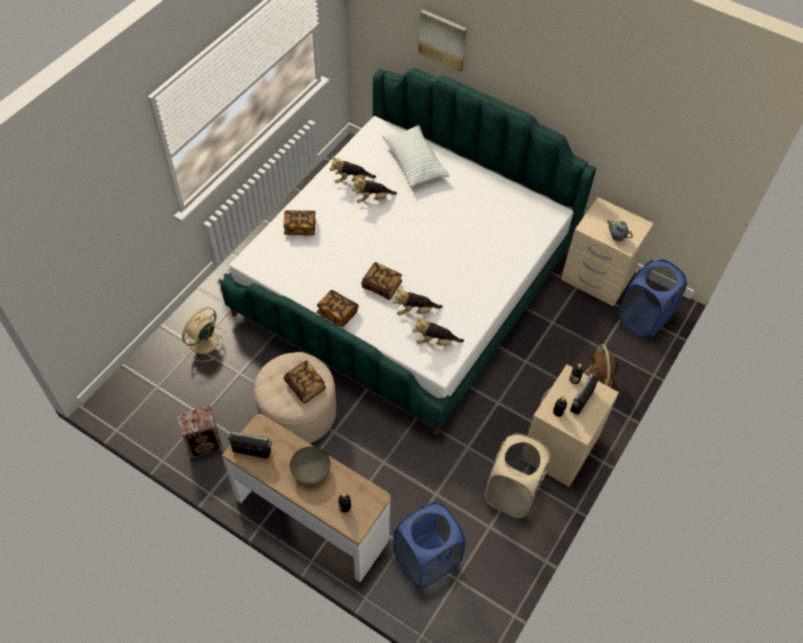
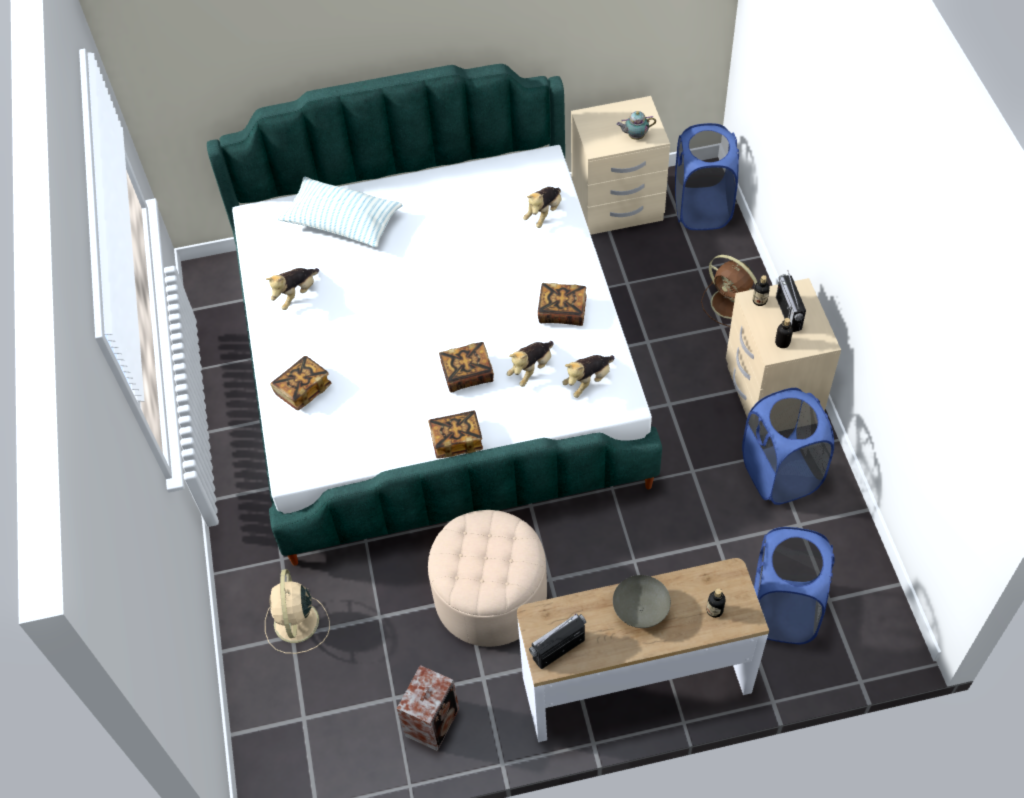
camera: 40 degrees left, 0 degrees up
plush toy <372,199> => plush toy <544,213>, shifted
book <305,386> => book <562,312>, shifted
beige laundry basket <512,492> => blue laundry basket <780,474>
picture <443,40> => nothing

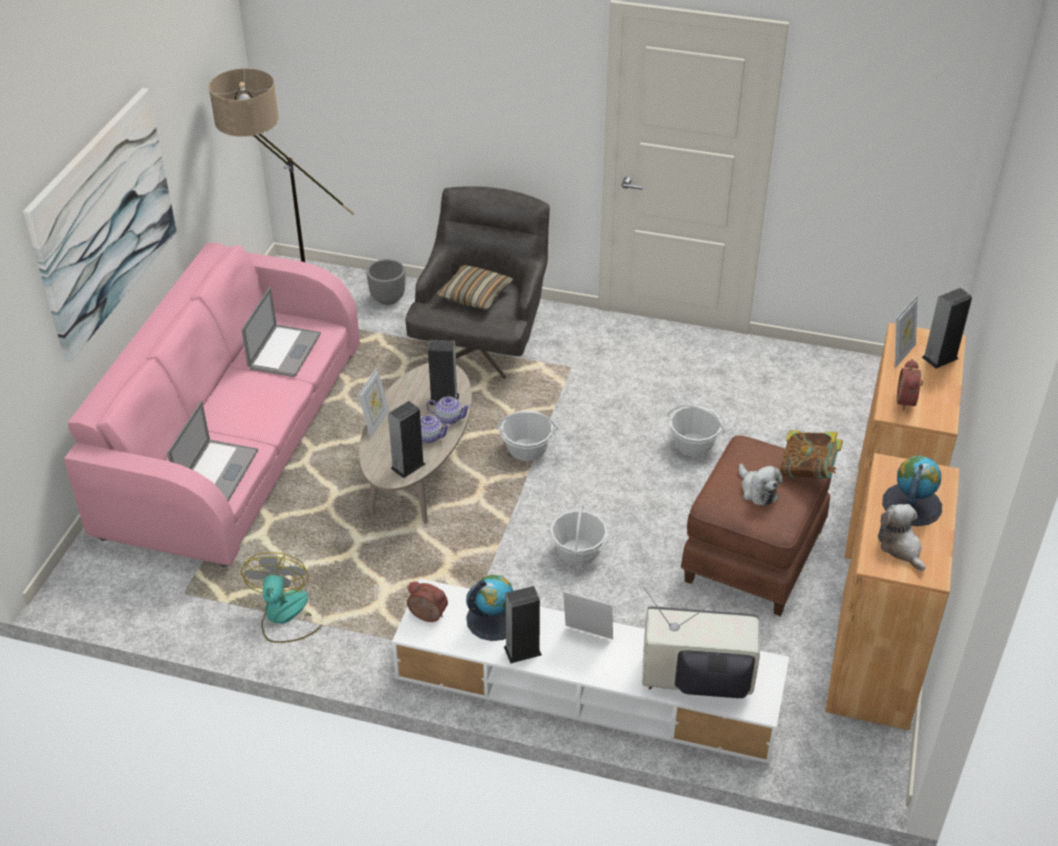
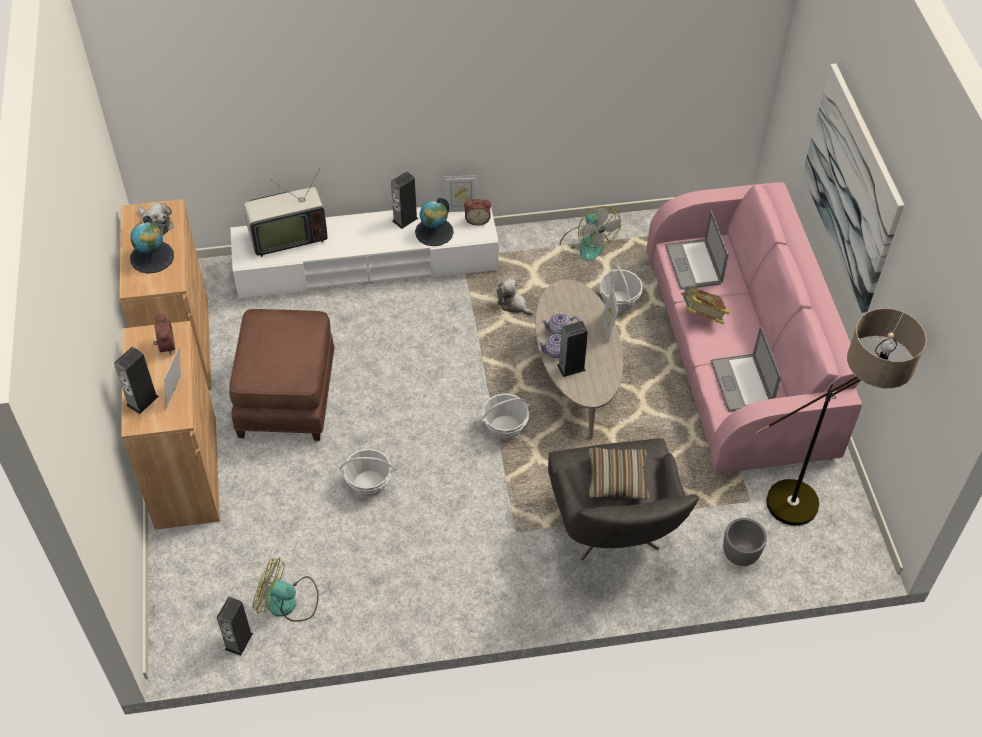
camera: 155 degrees right, 10 degrees up
speaker <408,466> => speaker <239,641>, shifted
nothing => fan <288,602>
picture frame <587,636> => picture frame <461,209>, shifted
plush toy <757,490> => plush toy <513,305>, shifted
basket <578,552> => basket <618,301>, shifted
book <808,471> => book <702,315>, shifted

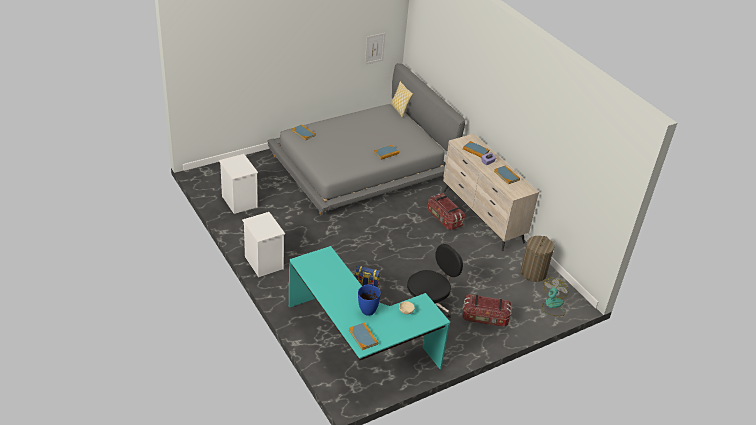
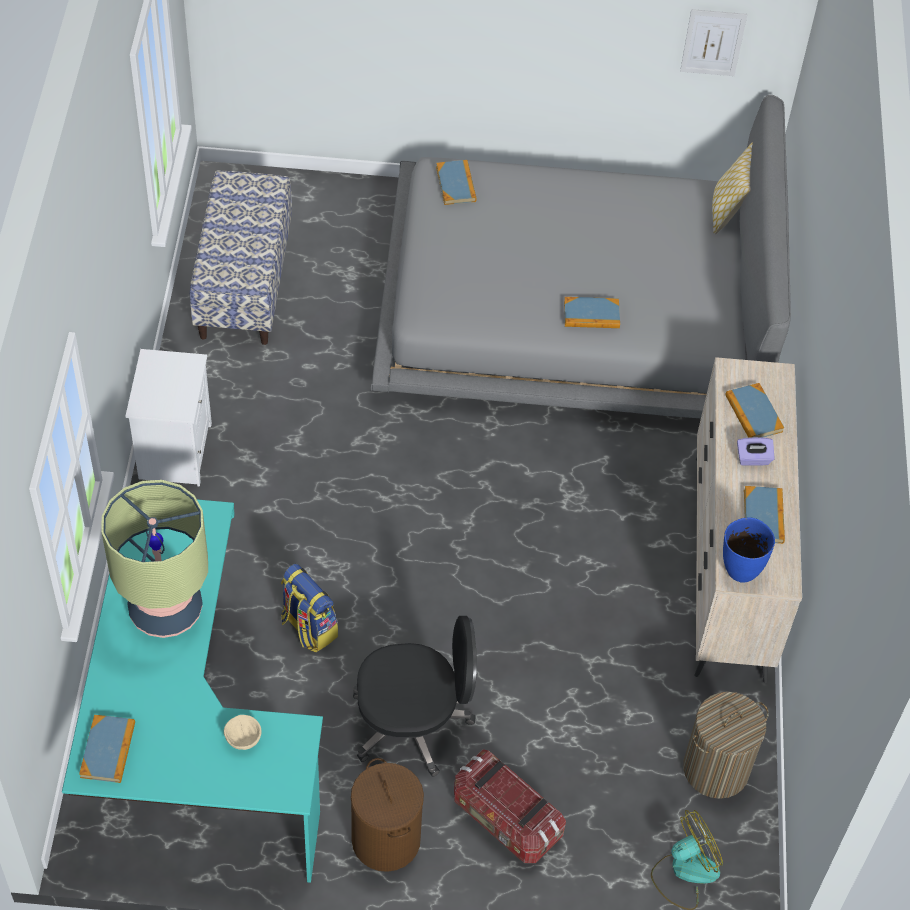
camera: 35 degrees right, 15 degrees up
nothing => table lamp <166,610>
white nightstand <238,201> => bench <244,283>
nothing => brown laundry basket <386,840>
blue vase <367,311> => blue vase <740,570>, shifted
storage box <444,219> => nothing

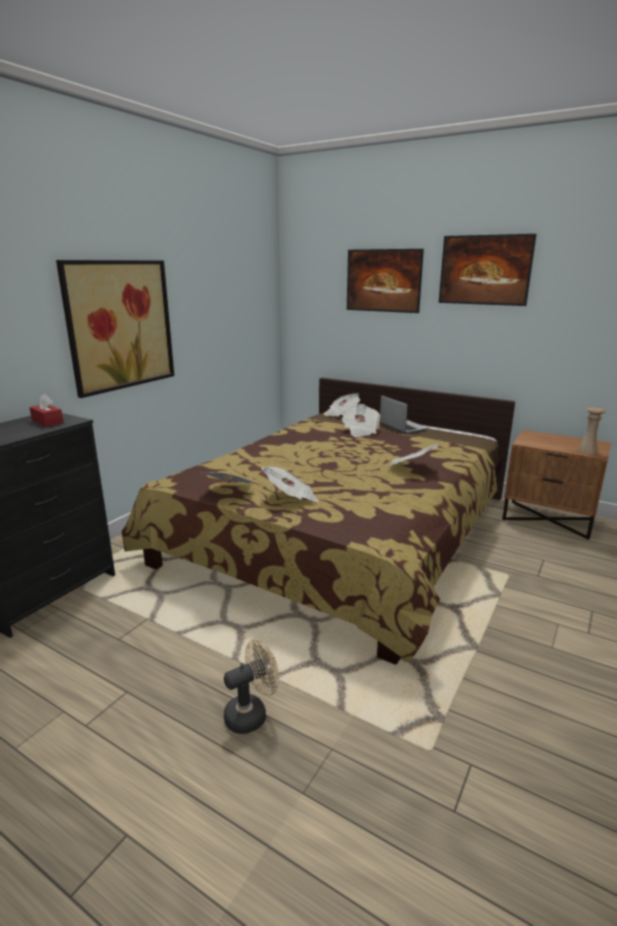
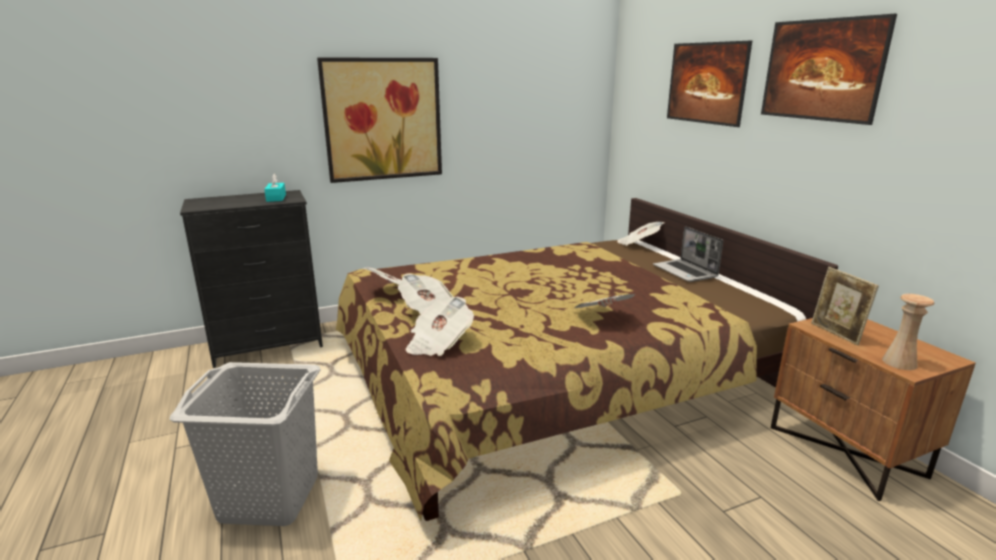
camera: 35 degrees right, 0 degrees up
beige fan <251,714> => grey laundry basket <269,497>
red tissue box <47,422> => turquoise tissue box <276,198>
newspaper <360,431> => newspaper <438,343>, shifted
laptop <402,427> => laptop <685,272>, 150 degrees clockwise
nothing => picture frame <836,334>

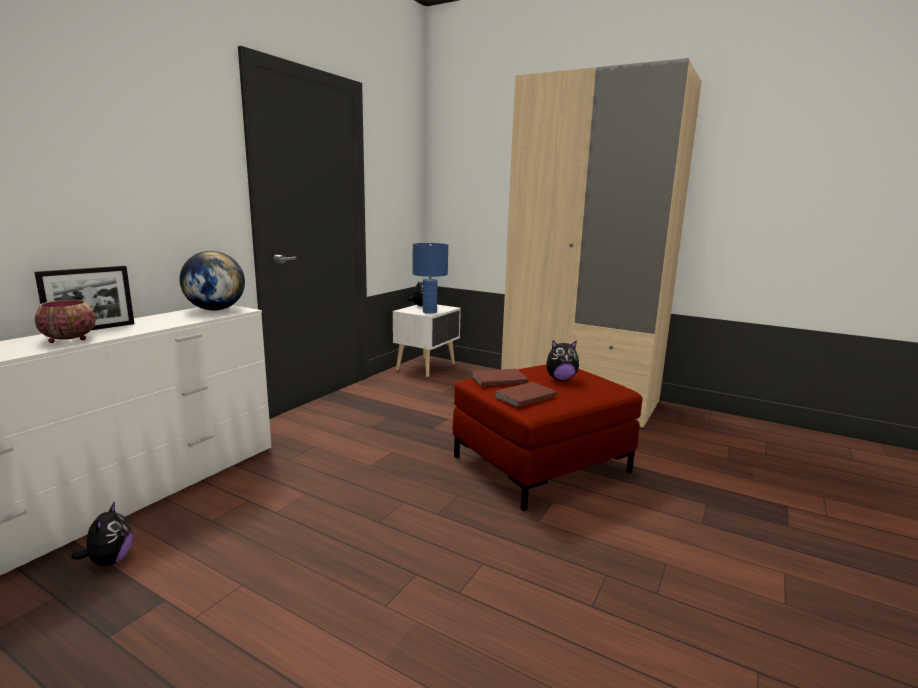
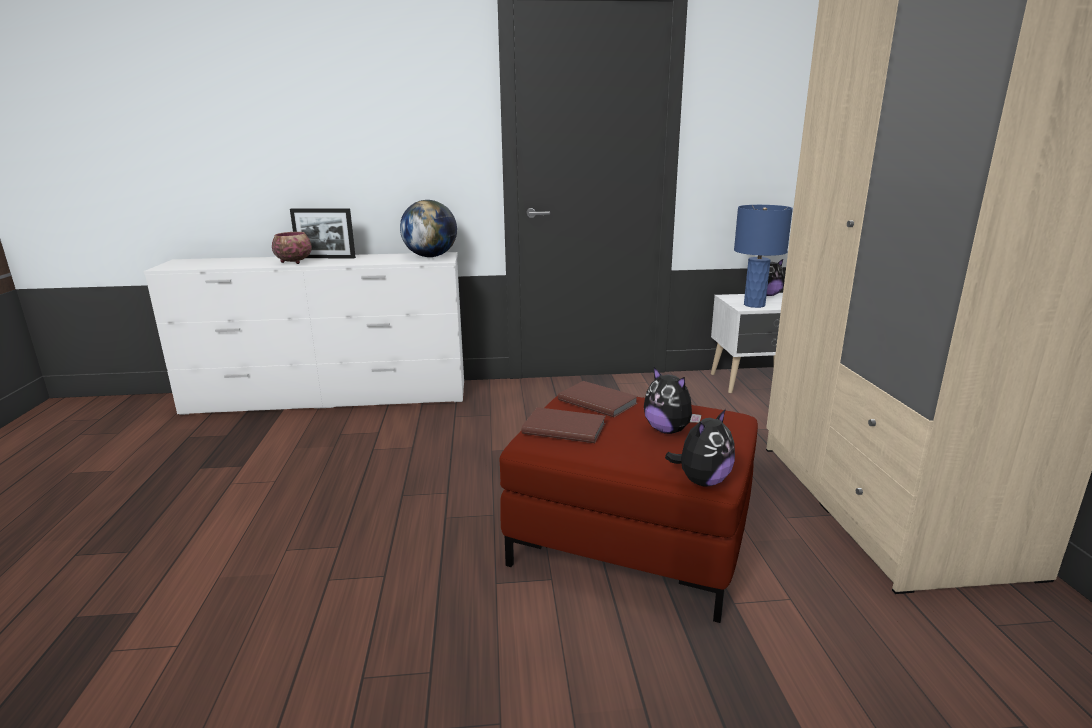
camera: 55 degrees right, 5 degrees up
plush toy <110,561> => plush toy <702,481>, shifted

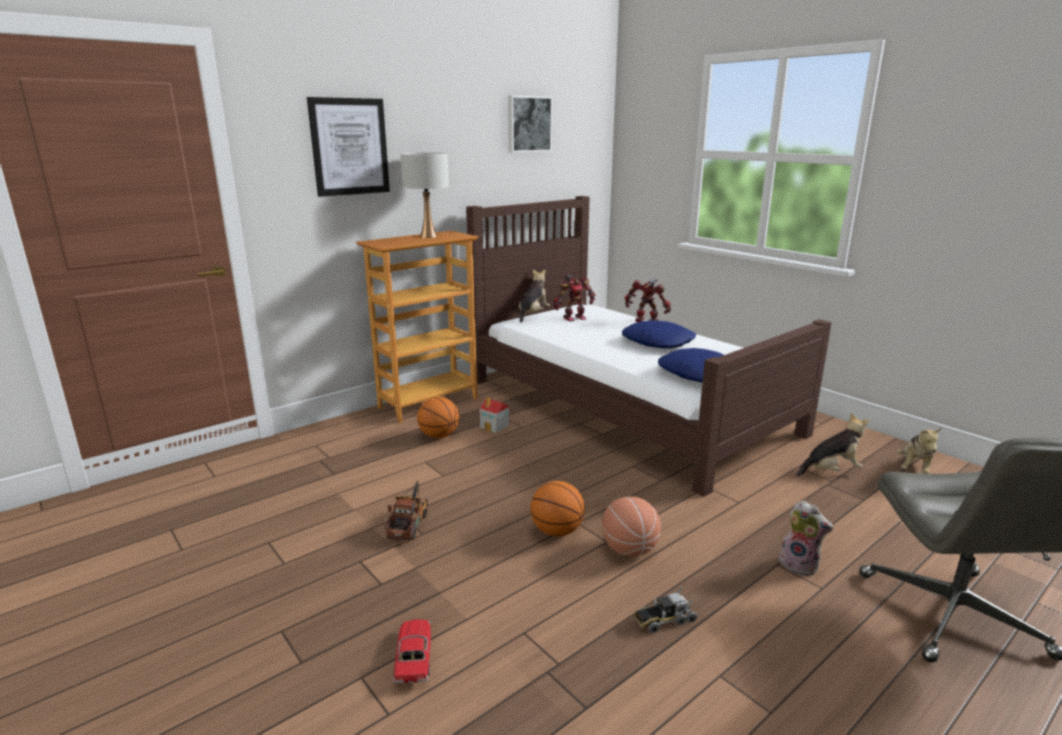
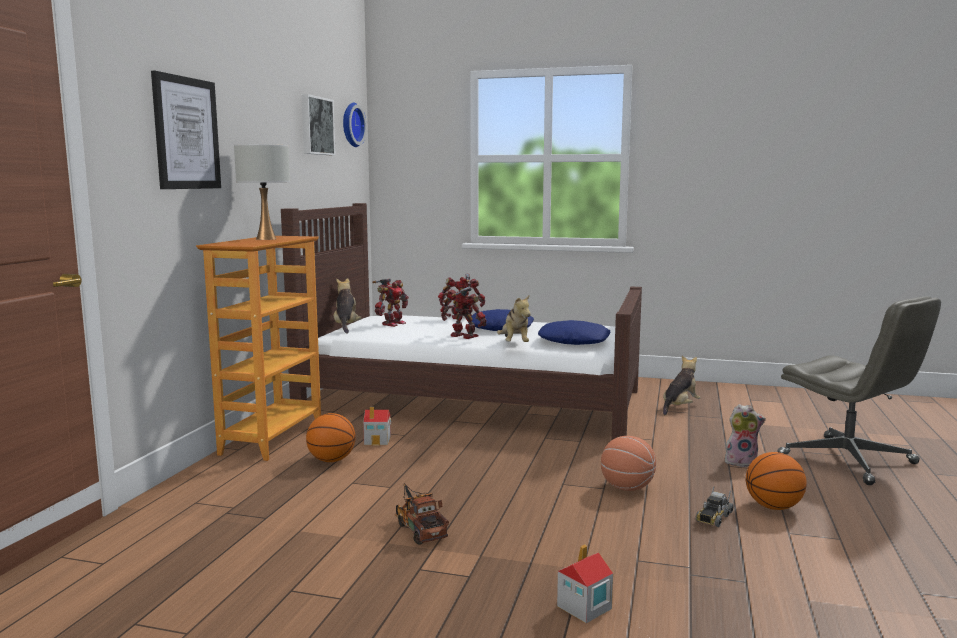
camera: 35 degrees left, 10 degrees down
nothing => wall clock <351,125>
nothing => toy robot <463,336>
plush toy <914,468> => plush toy <514,344>, shifted
toy car <414,657> => toy house <584,607>
basketball <557,531> => basketball <773,507>, shifted

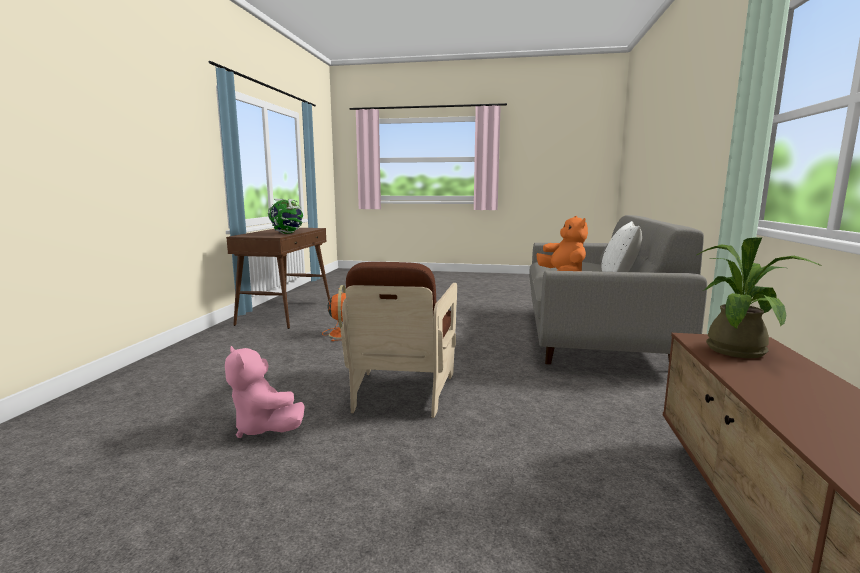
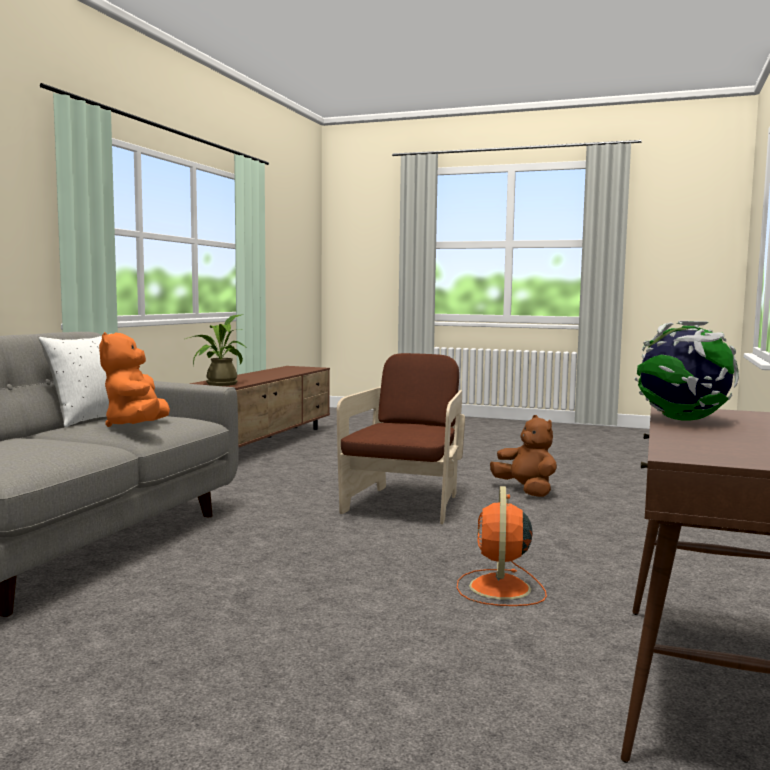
camera: 170 degrees left, 5 degrees down
pink plush toy <264,428> => brown plush toy <526,491>

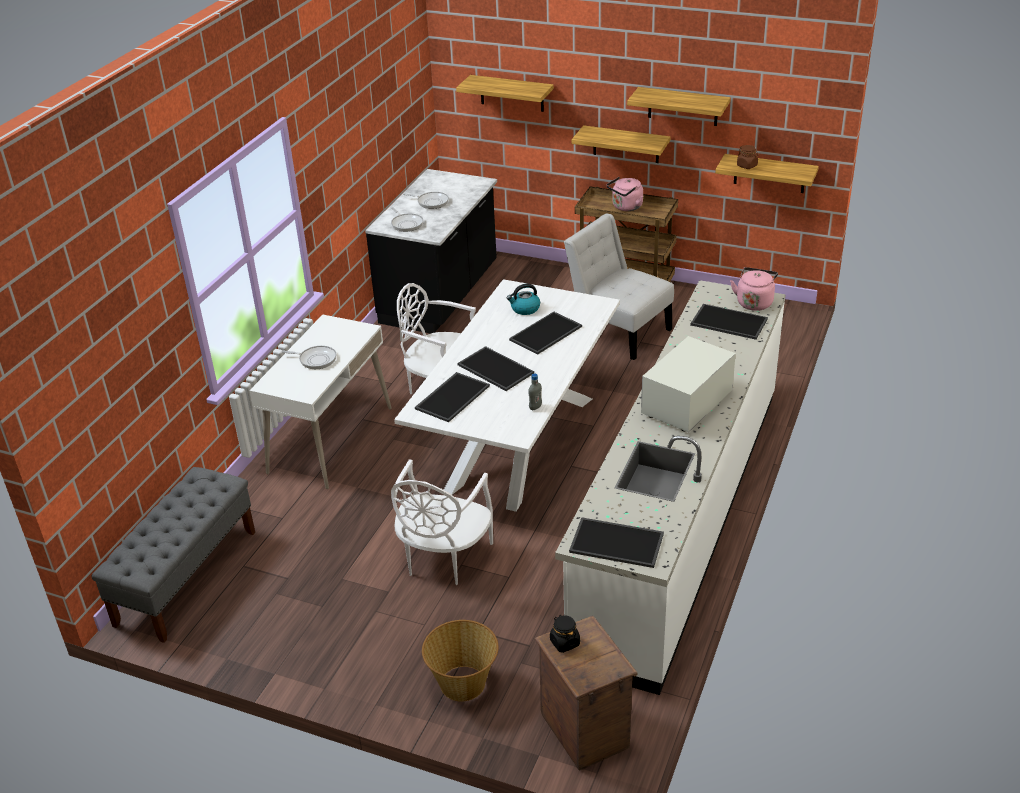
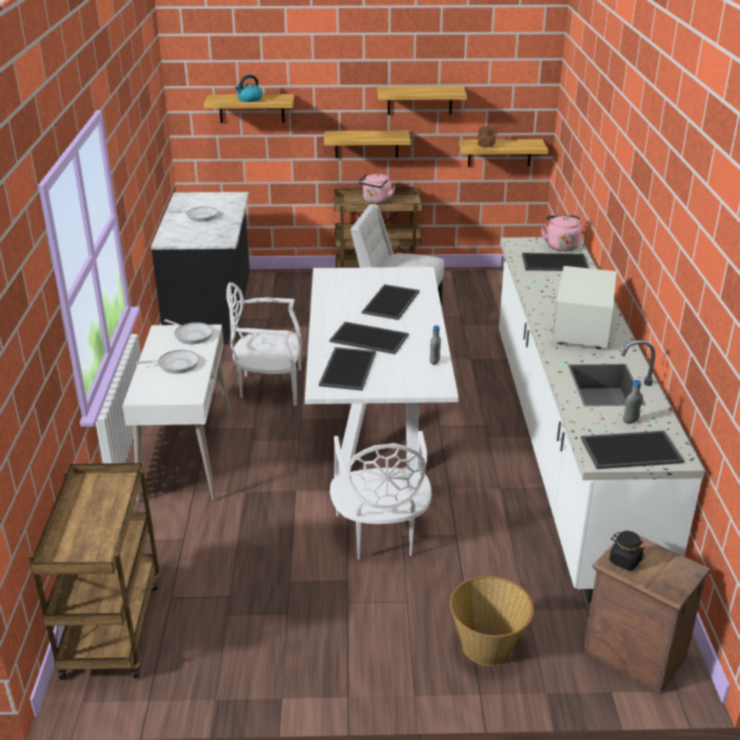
camera: 25 degrees left, 5 degrees down
grey bench <187,577> => brown cart <111,626>
frying pan <406,224> => frying pan <192,335>, shifted
kettle <525,309> => kettle <249,99>, shifted
nothing => grey bottle <630,421>

